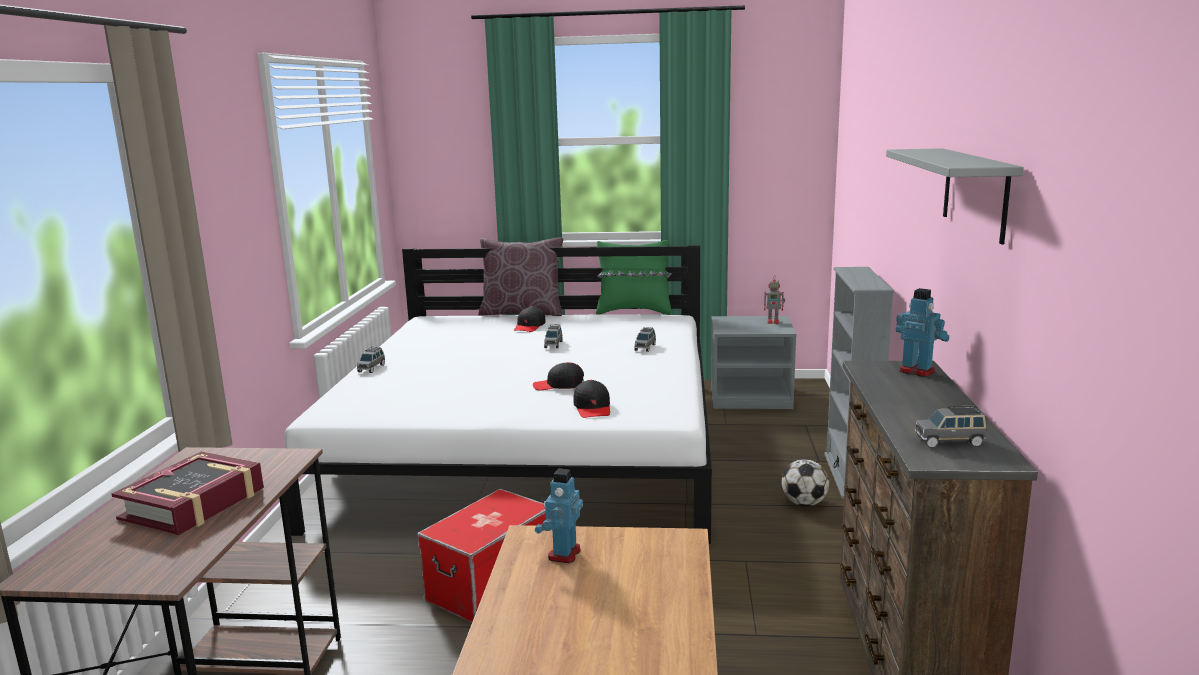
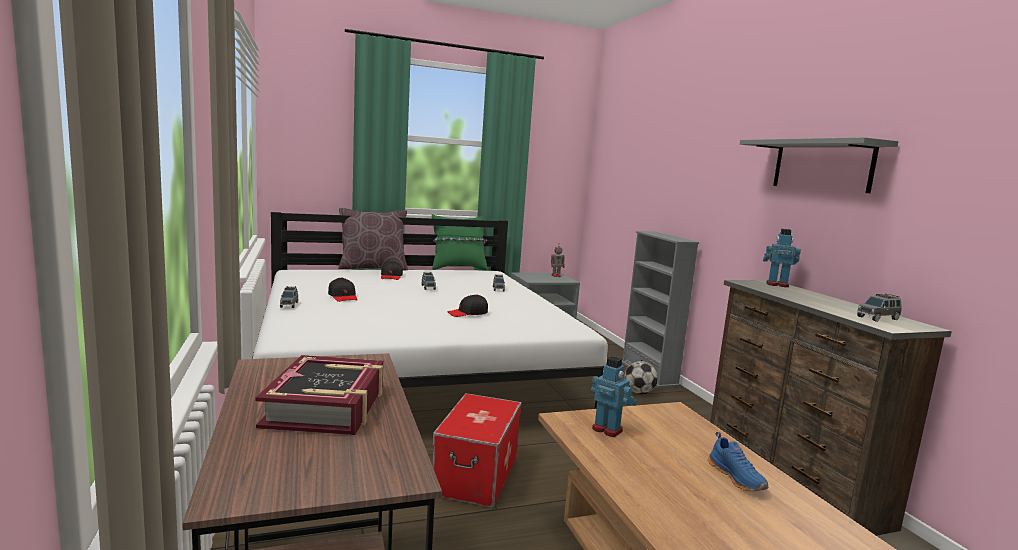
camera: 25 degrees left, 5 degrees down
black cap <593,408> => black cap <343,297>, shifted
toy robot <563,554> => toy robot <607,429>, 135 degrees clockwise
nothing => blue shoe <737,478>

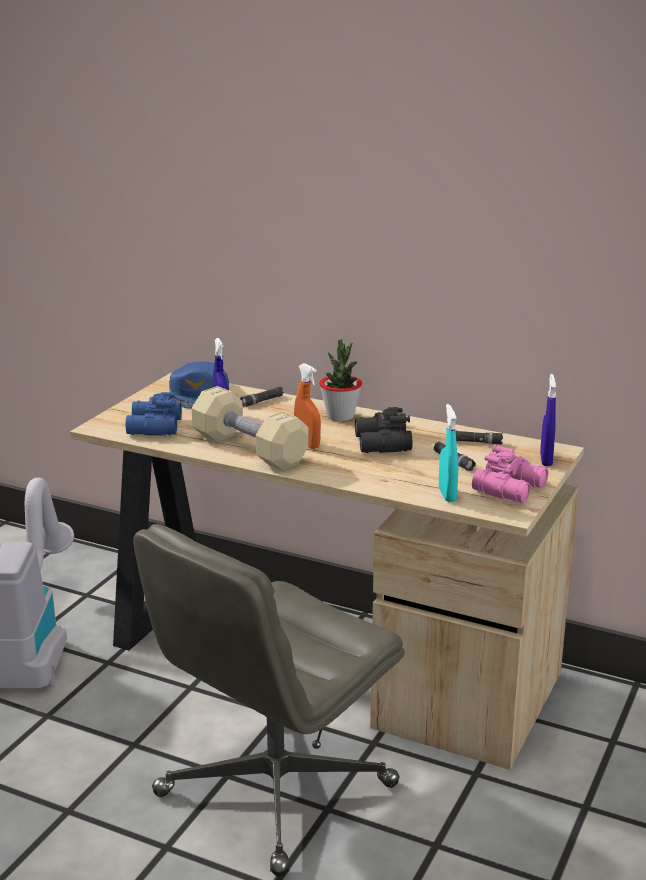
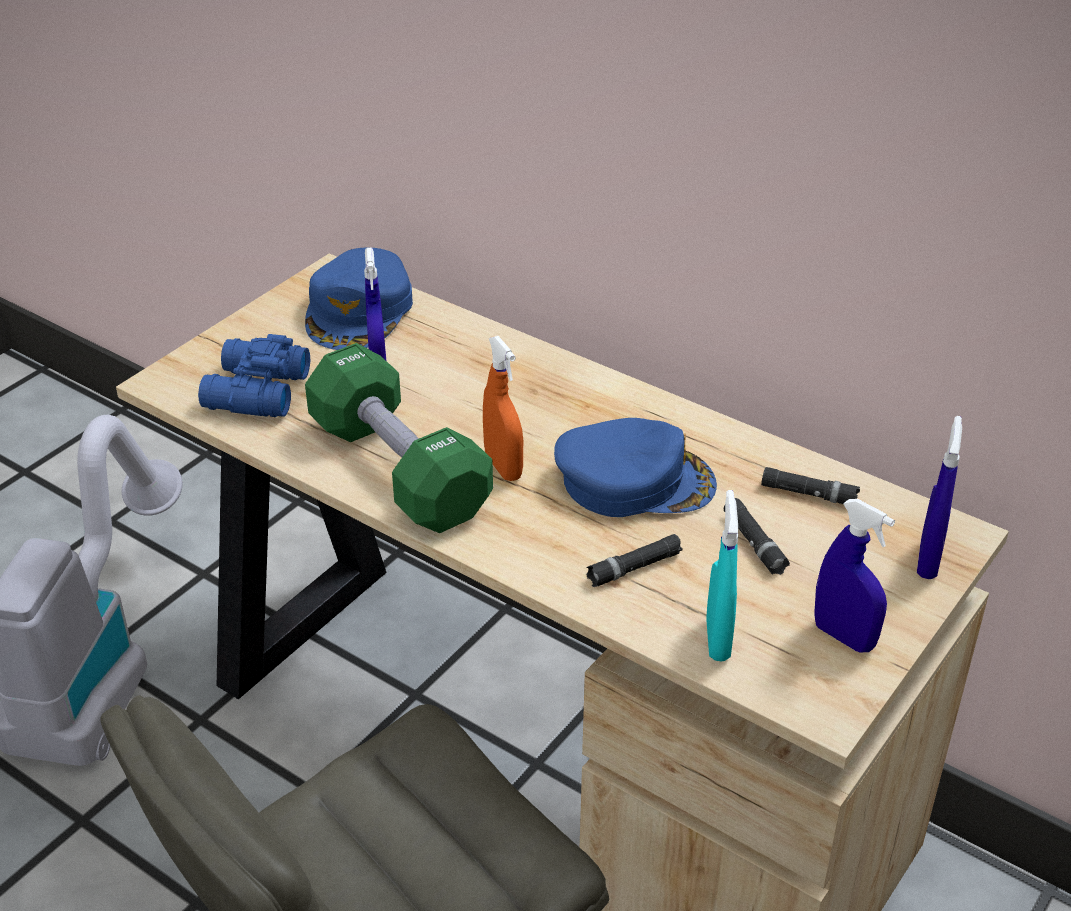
camera: 10 degrees right, 15 degrees up
beige dumbbell <249,449> => green dumbbell <399,469>
black binoculars <381,444> => blue cap <634,480>
black flashlight <262,401> => black flashlight <634,568>, shifted
pink binoculars <512,489> => blue spray bottle <843,637>
potted plant <340,416> => nothing

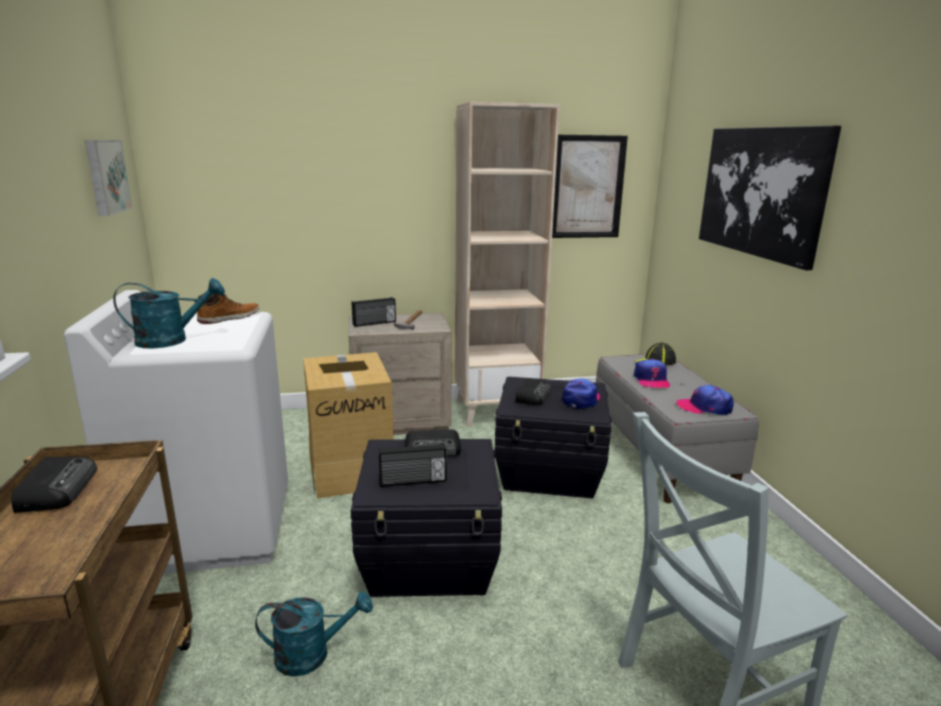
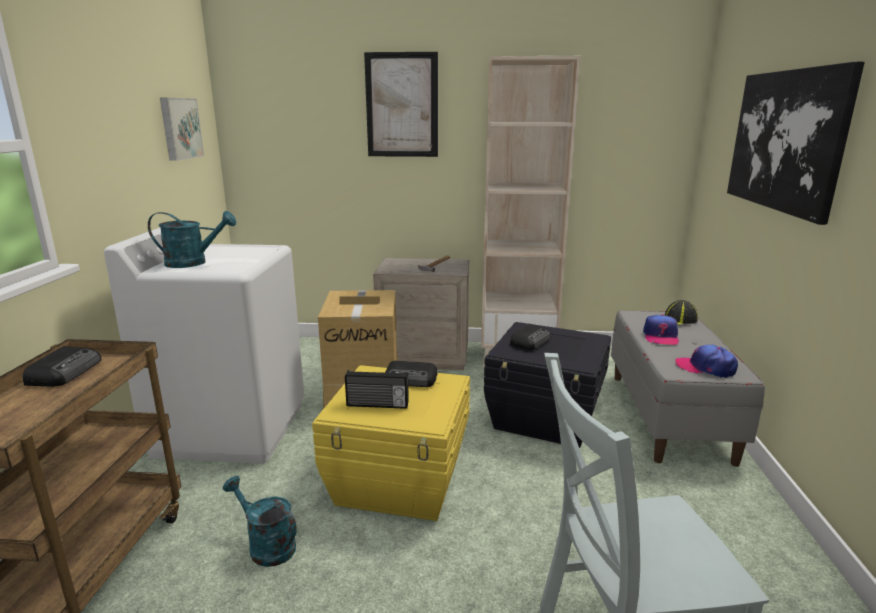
camera: 15 degrees right, 0 degrees up
turquoise watering can <312,654> => turquoise watering can <266,545>, 150 degrees counterclockwise
black storage box <430,559> => yellow storage box <400,481>
picture <587,187> => picture <402,105>, shifted
boot <229,318> => nothing
radio <374,323> => nothing
cap <581,399> => nothing

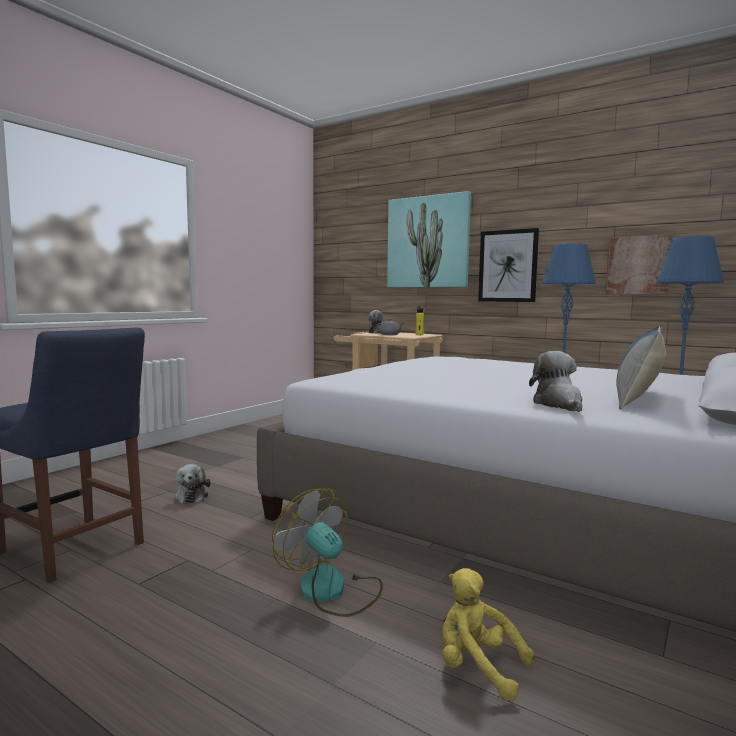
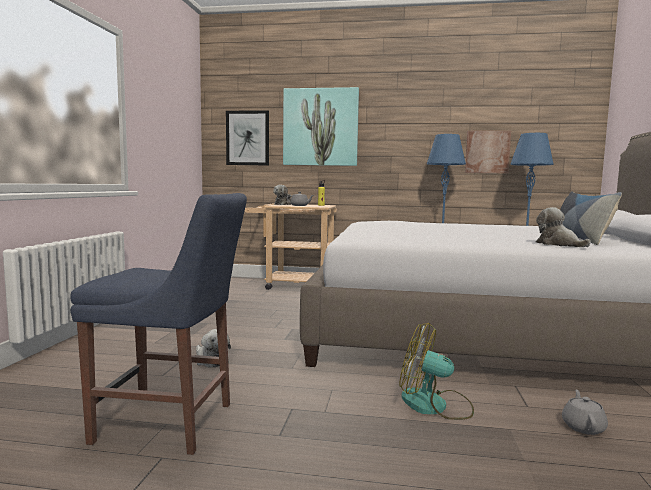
camera: 25 degrees left, 0 degrees up
picture <508,266> => picture <247,138>, shifted
yellow plush toy <477,667> => grey teapot <583,427>

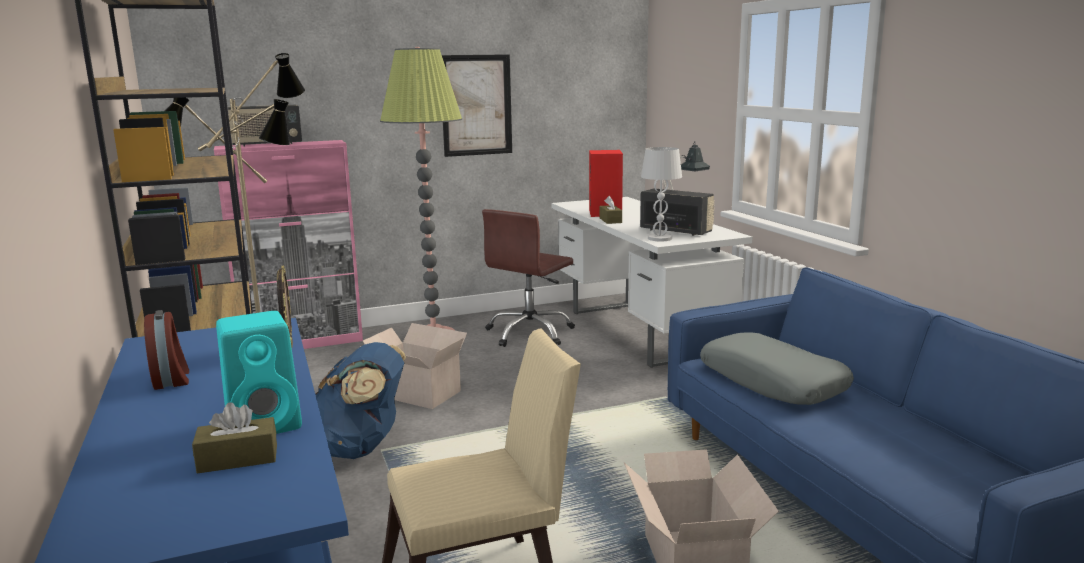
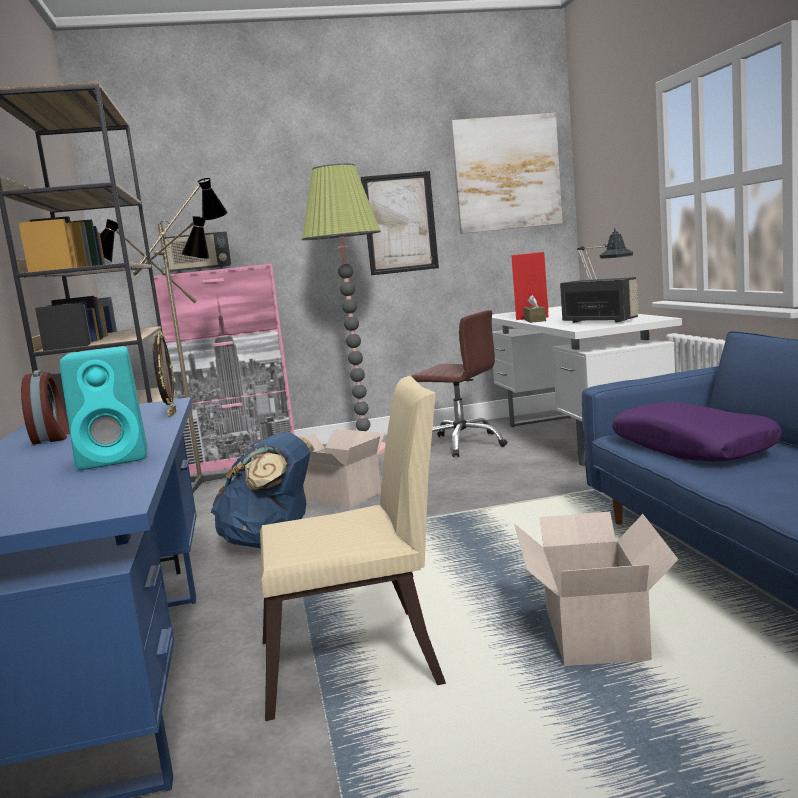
camera: 10 degrees right, 5 degrees down
brown office chair <530,333> => brown office chair <462,444>, 105 degrees counterclockwise
nothing => picture <507,173>
grey pillow <772,382> => purple pillow <692,448>
brown tissue box <238,458> => nothing
white table lamp <659,238> => nothing

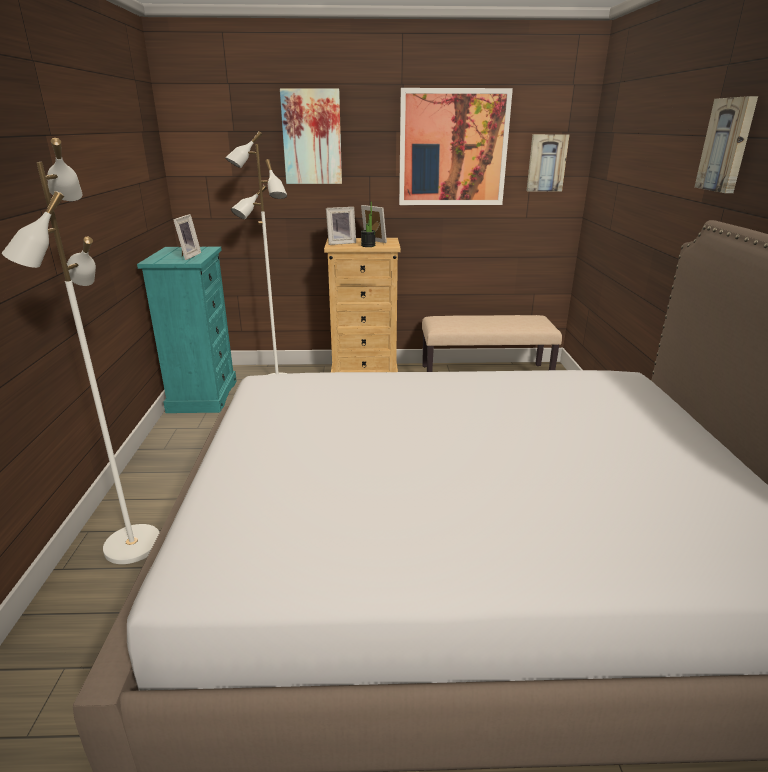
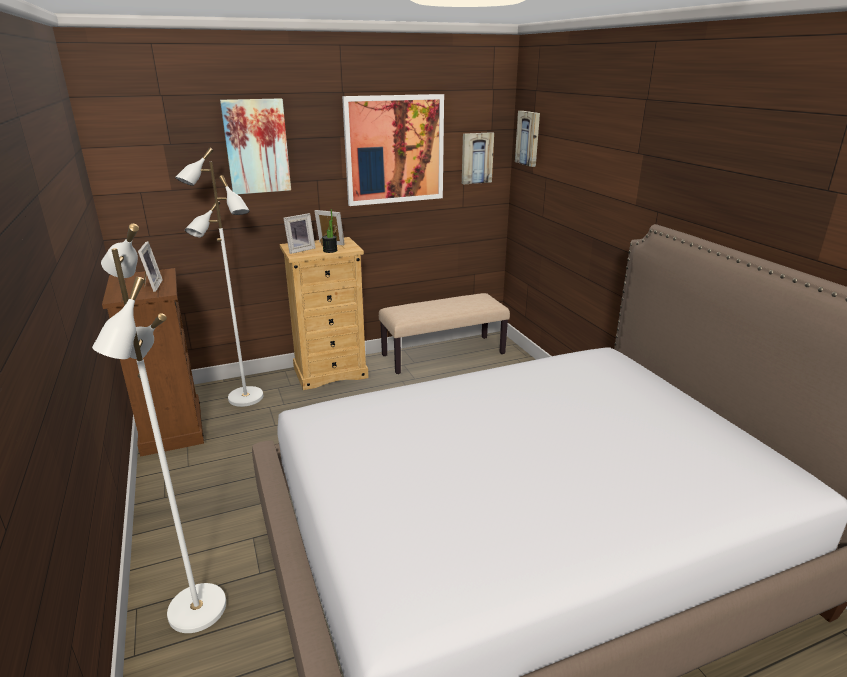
camera: 20 degrees left, 0 degrees up
turquoise dresser <203,396> => brown dresser <171,428>
picture <727,145> => picture <528,138>, shifted

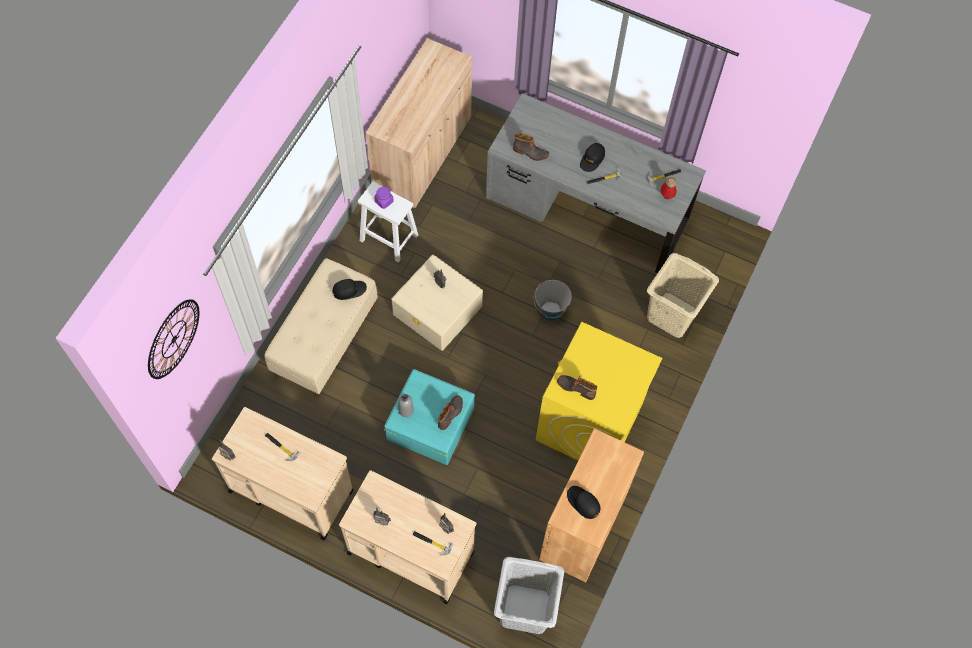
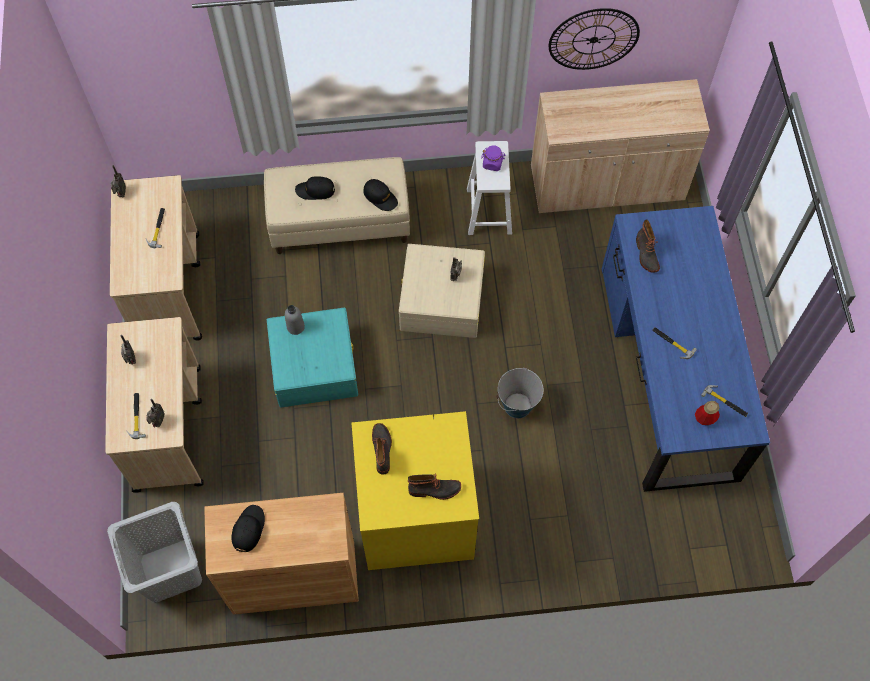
camera: 60 degrees right, 0 degrees up
black cap <592,159> => black cap <315,190>, shifted
boot <450,414> => boot <434,490>, shifted
wall clock <173,339> => wall clock <593,39>, shifted
grey desk <587,207> => blue desk <668,371>
beige laundry basket <671,315> => nothing

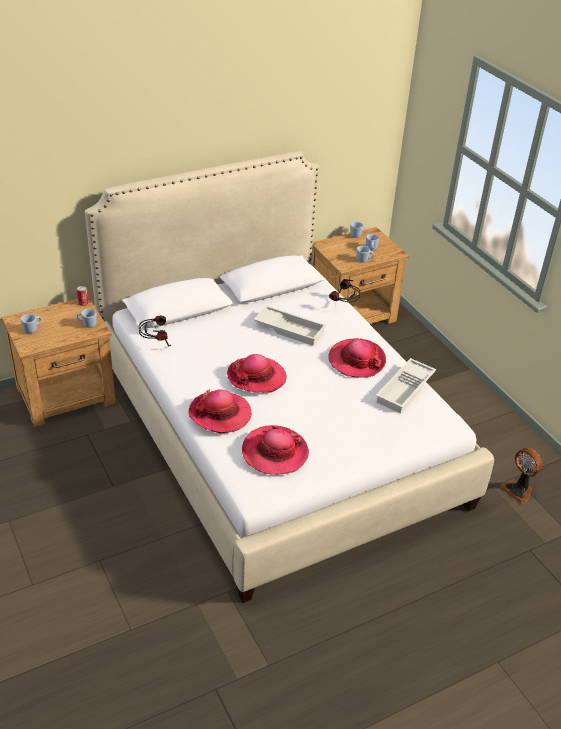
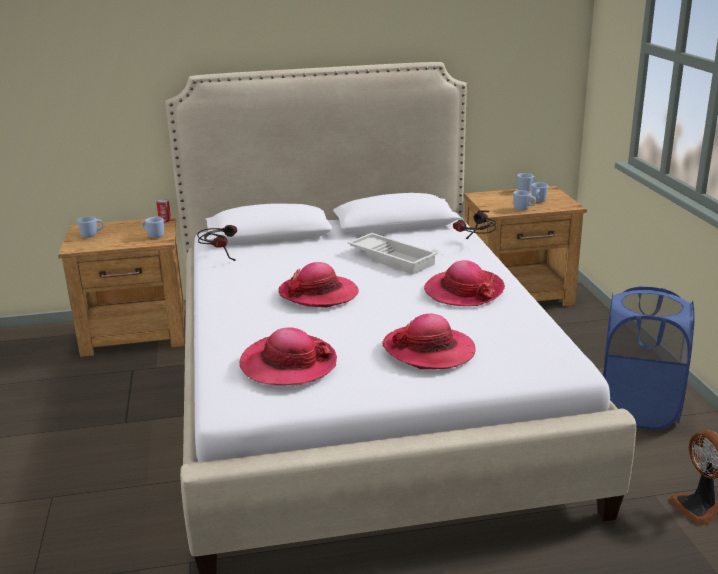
camera: 20 degrees right, 15 degrees down
hat <220,414> => hat <429,350>, shifted
nothing => blue laundry basket <638,409>
white tray <405,390> => nothing

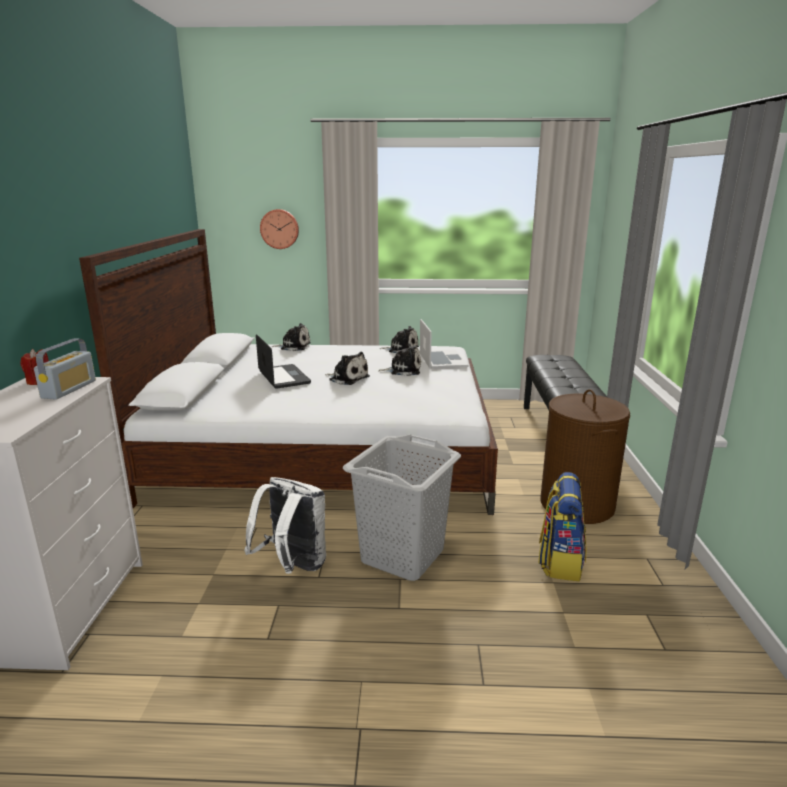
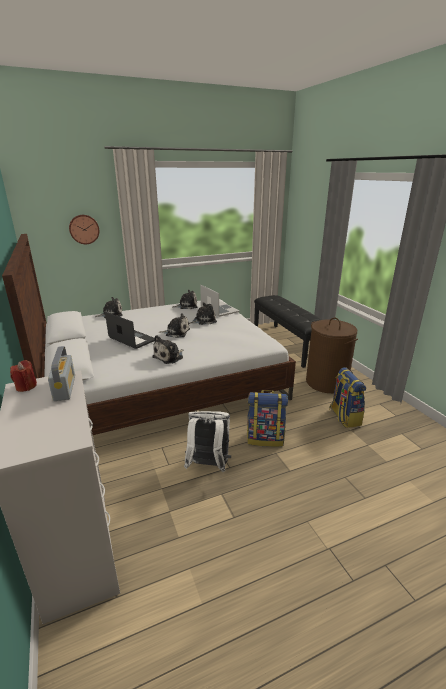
camera: 25 degrees left, 5 degrees up
nothing => plush toy <169,357>
grey laundry basket <403,555> => backpack <265,438>

